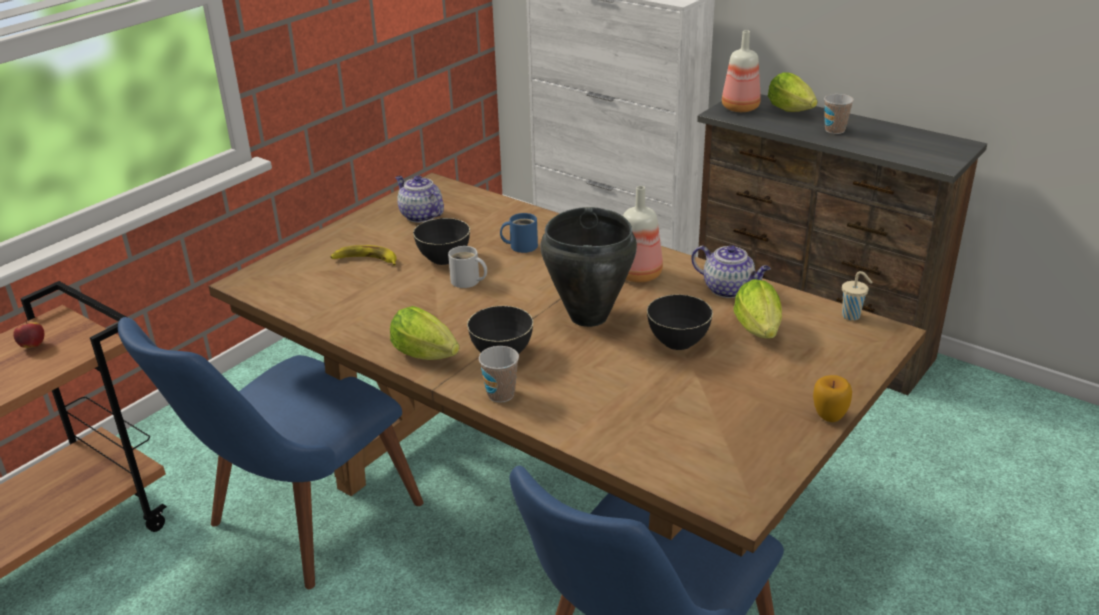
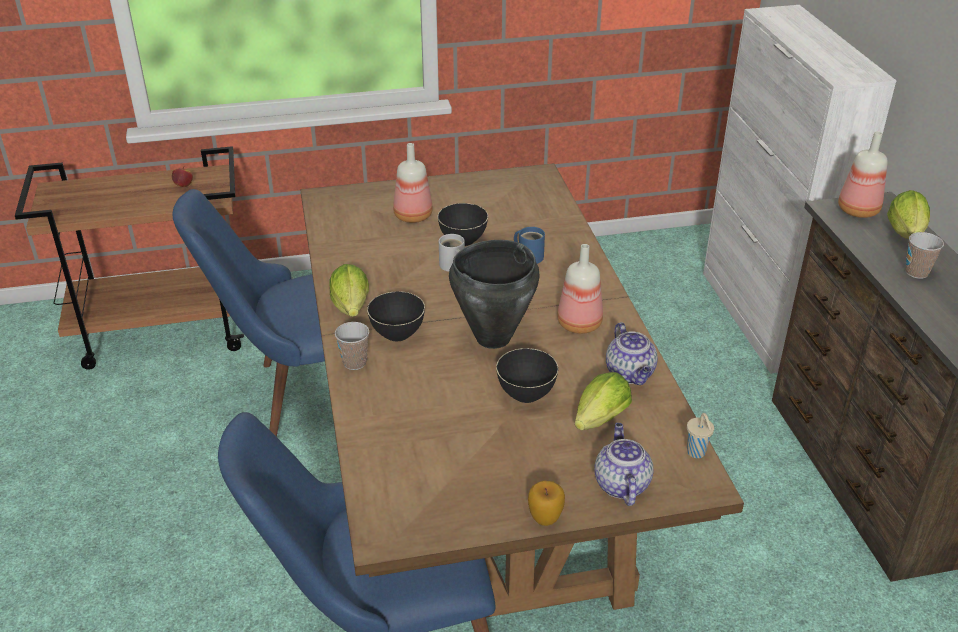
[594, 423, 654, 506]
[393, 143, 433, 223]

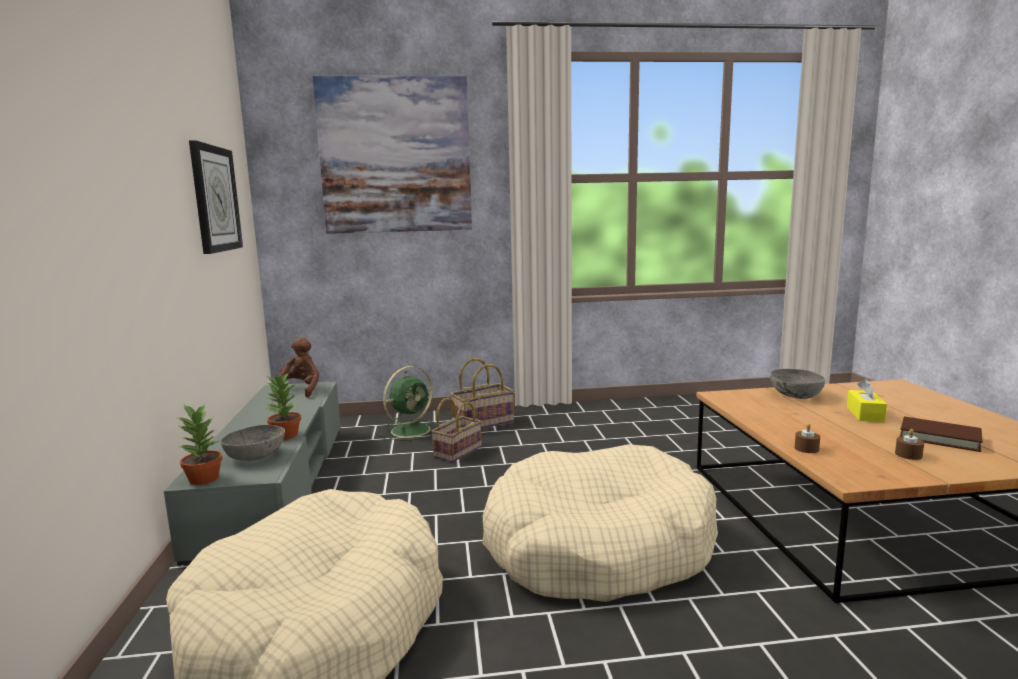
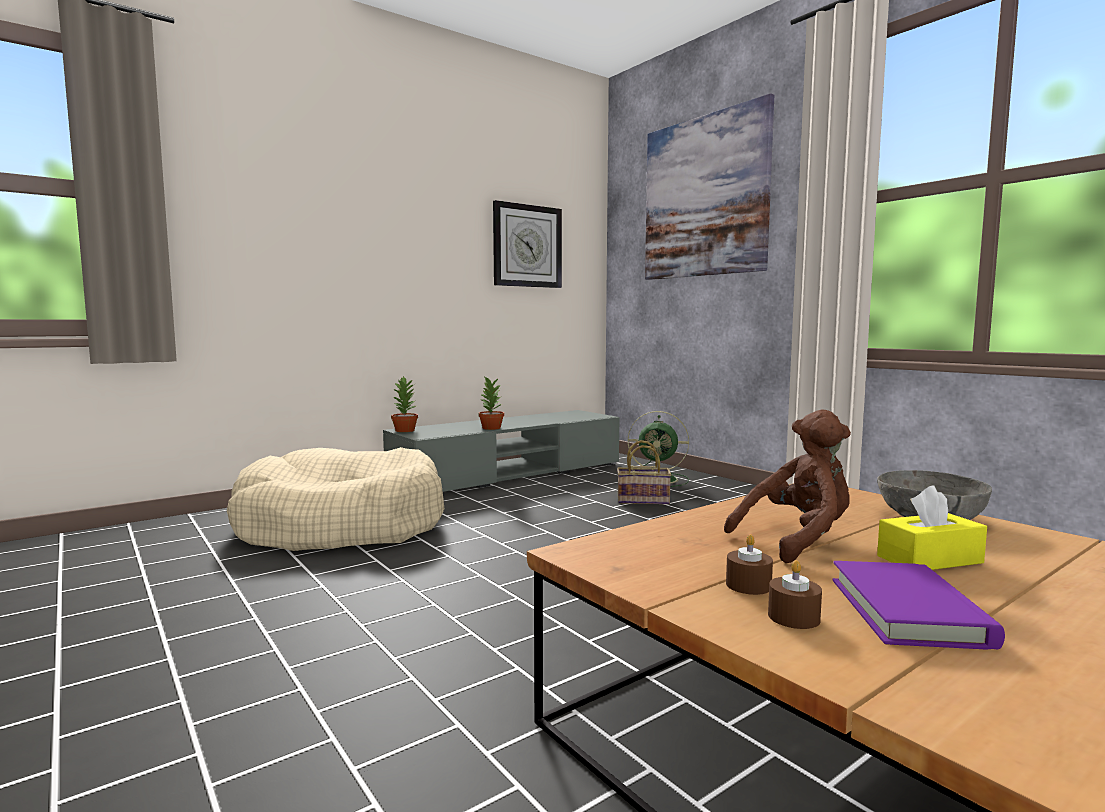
[221, 425, 285, 461] (first image)
[450, 358, 514, 429] (first image)
[482, 444, 718, 602] (first image)
[724, 410, 851, 563]
[768, 560, 822, 629]
[833, 561, 1005, 649]

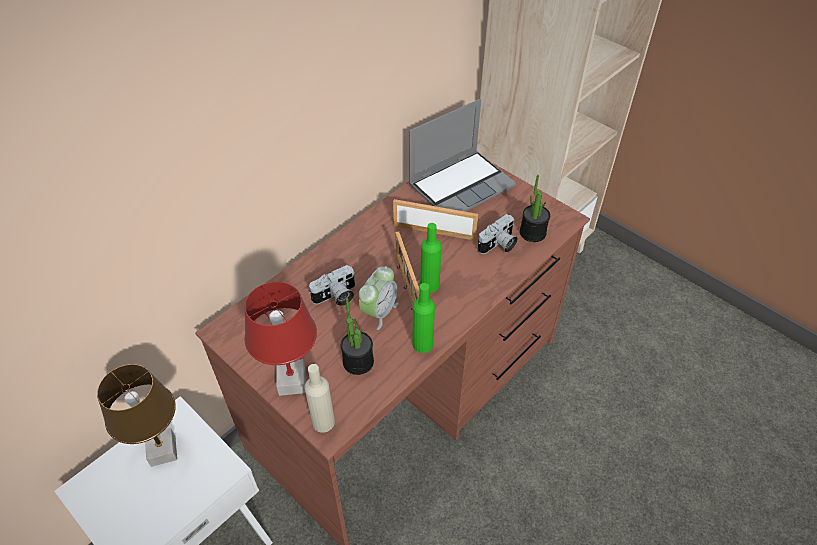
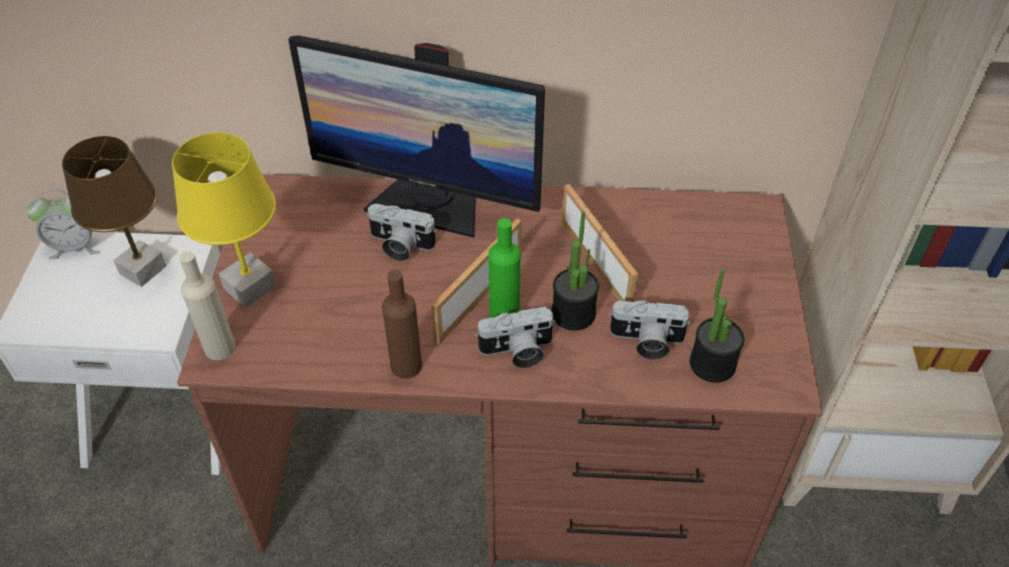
[409, 99, 516, 212] (first image)
[288, 35, 545, 238]
[475, 306, 555, 368]
[552, 211, 599, 331]
[26, 190, 100, 259]
[172, 132, 277, 308]
[382, 270, 422, 379]

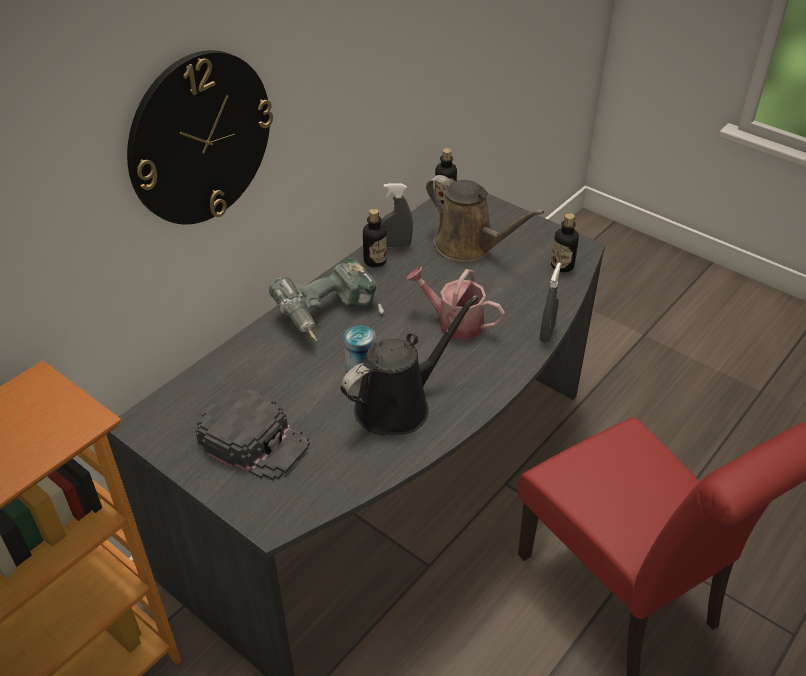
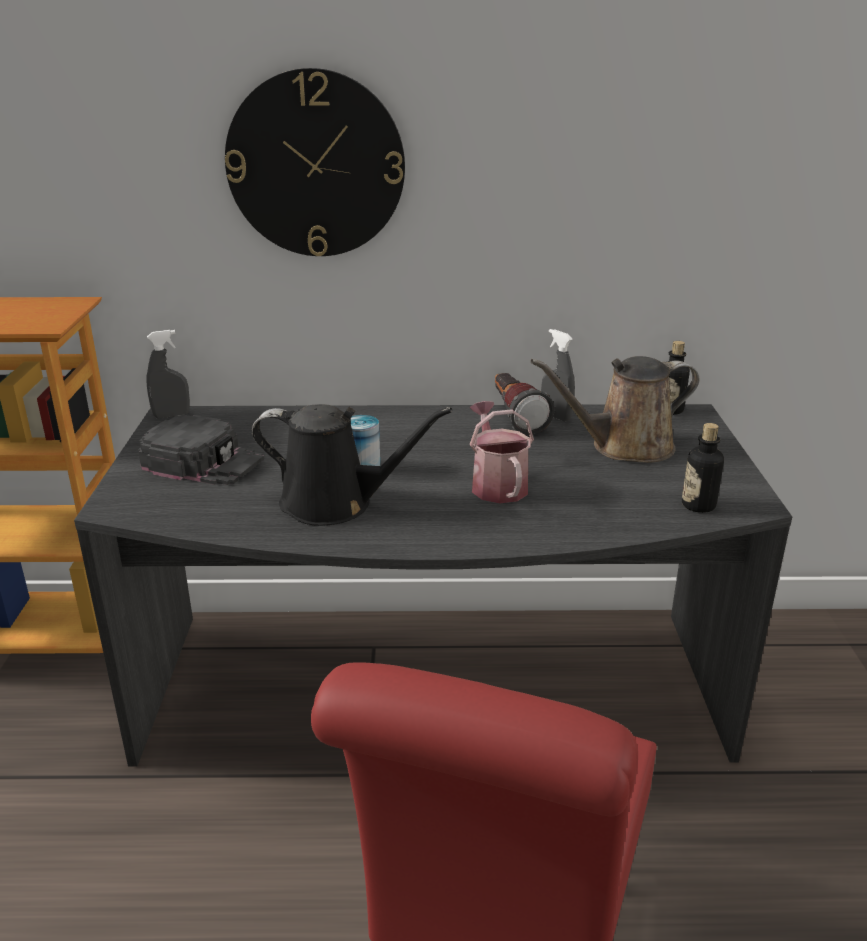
[269, 258, 384, 341] (first image)
[147, 330, 190, 418]
[495, 373, 555, 435]
[138, 415, 264, 485]
[530, 356, 699, 463]

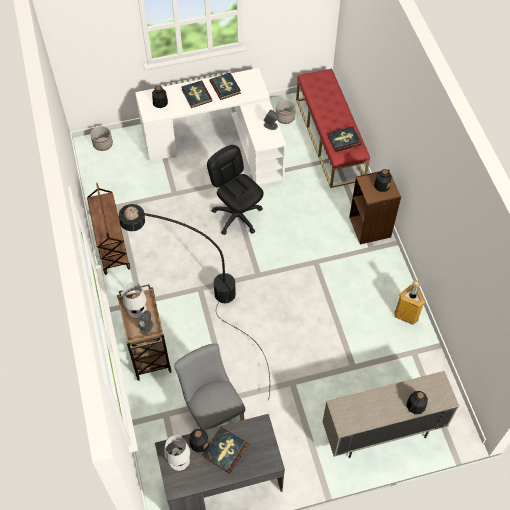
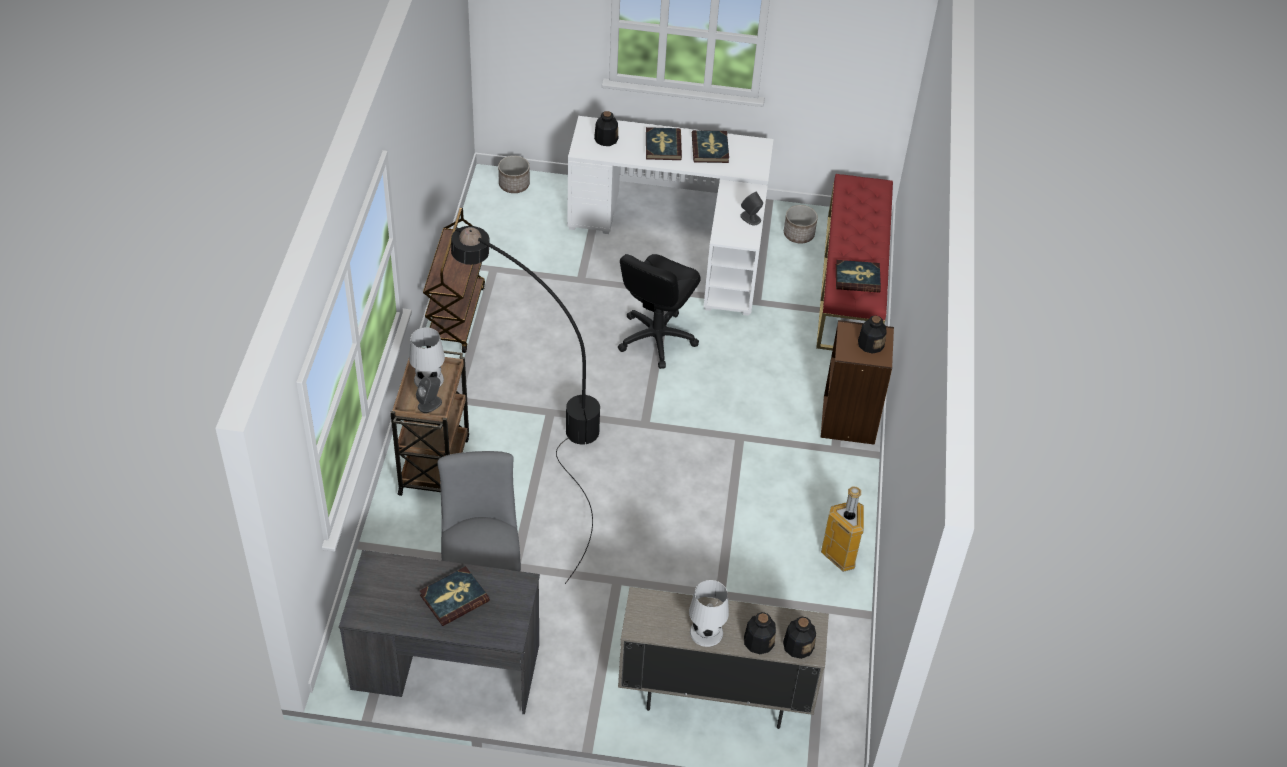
[689, 580, 729, 647]
[783, 616, 816, 659]
[618, 254, 701, 369]

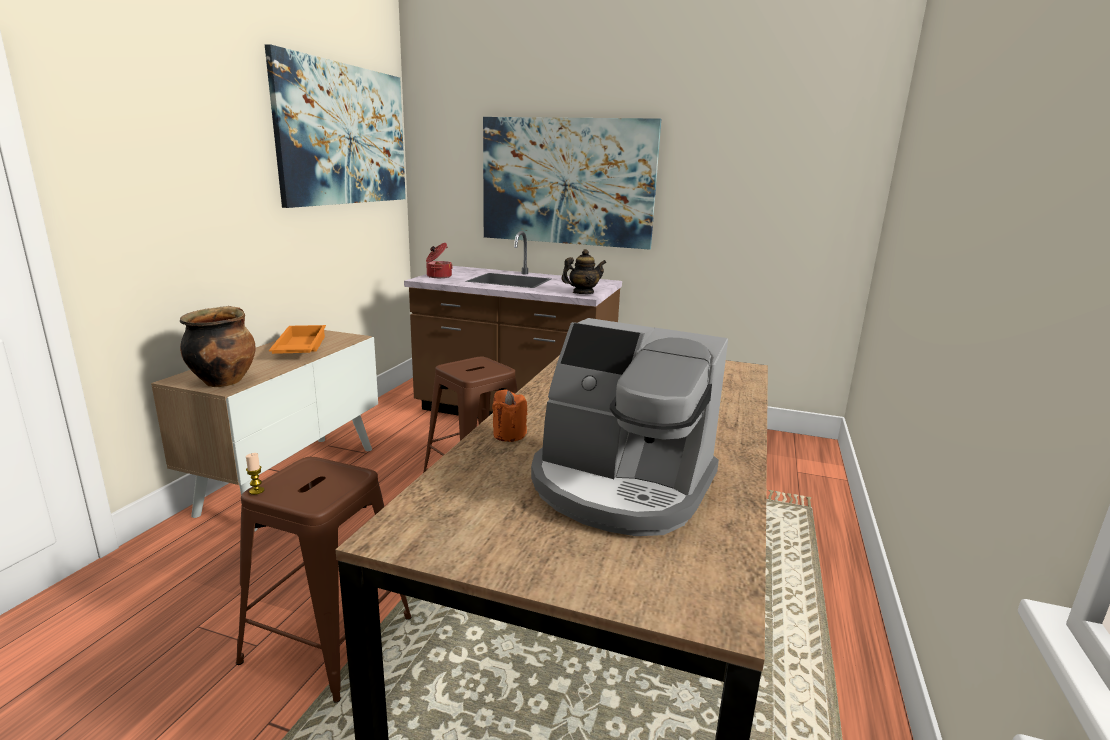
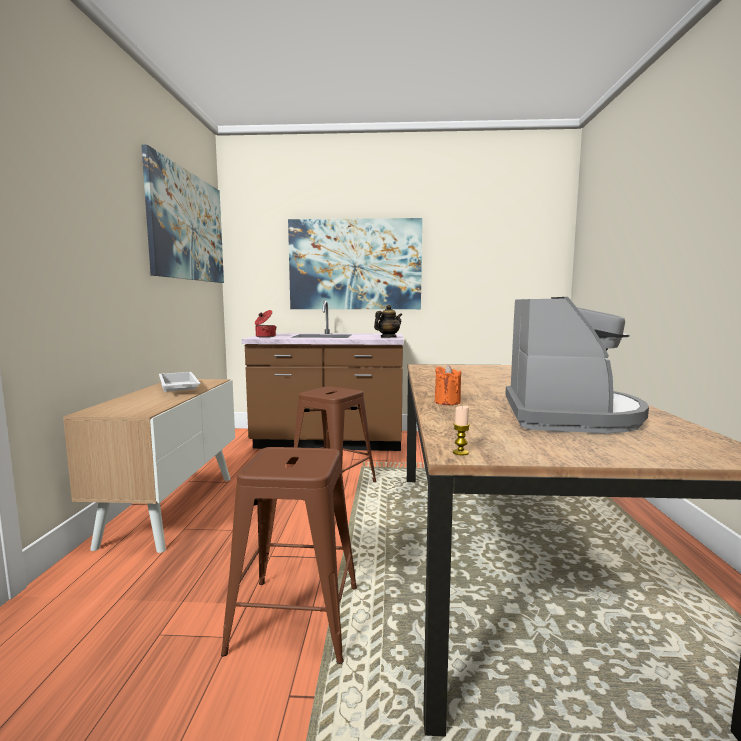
[180, 306, 255, 387] (first image)
[453, 406, 470, 455]
[159, 372, 201, 392]
[505, 297, 649, 433]

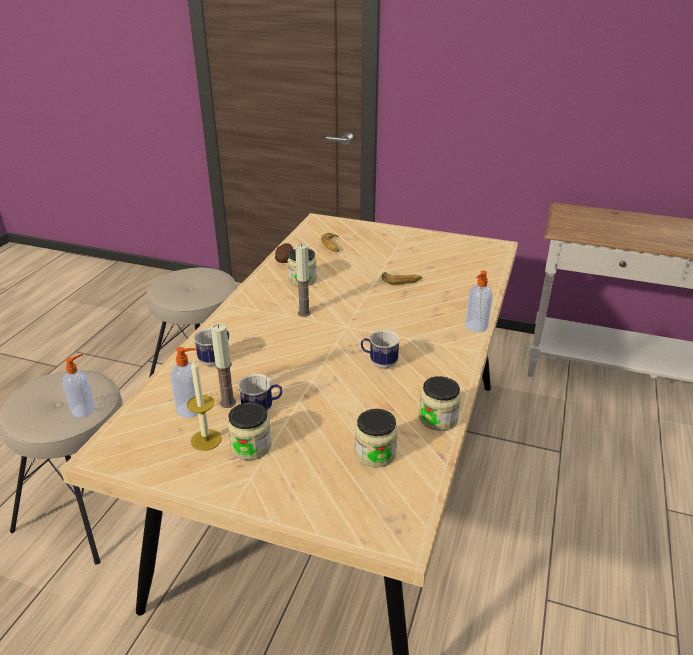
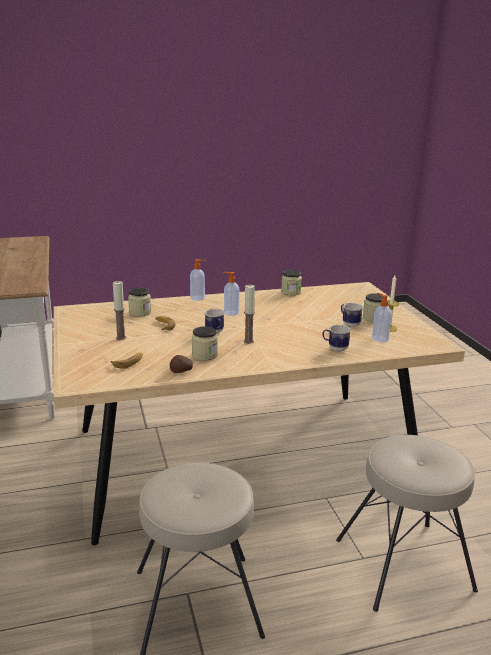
[223, 272, 240, 316]
[113, 281, 126, 340]
[128, 288, 151, 316]
[204, 309, 225, 334]

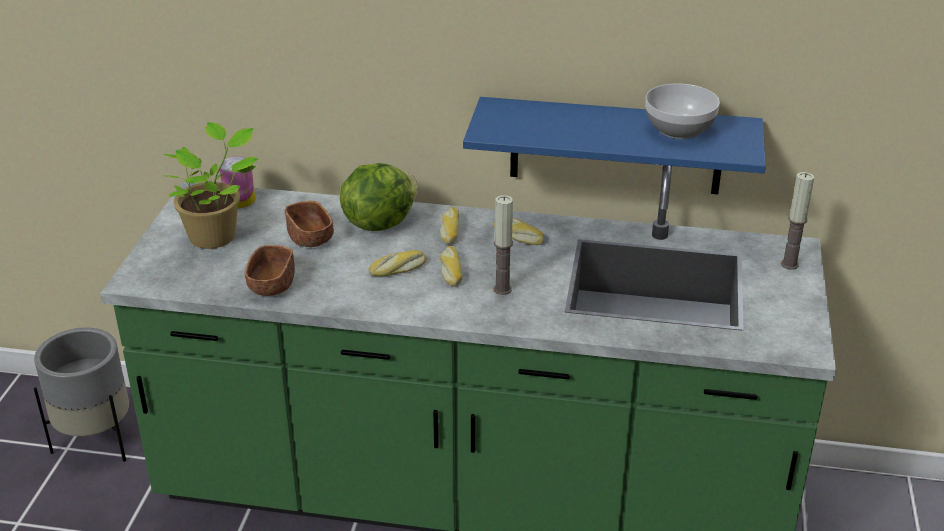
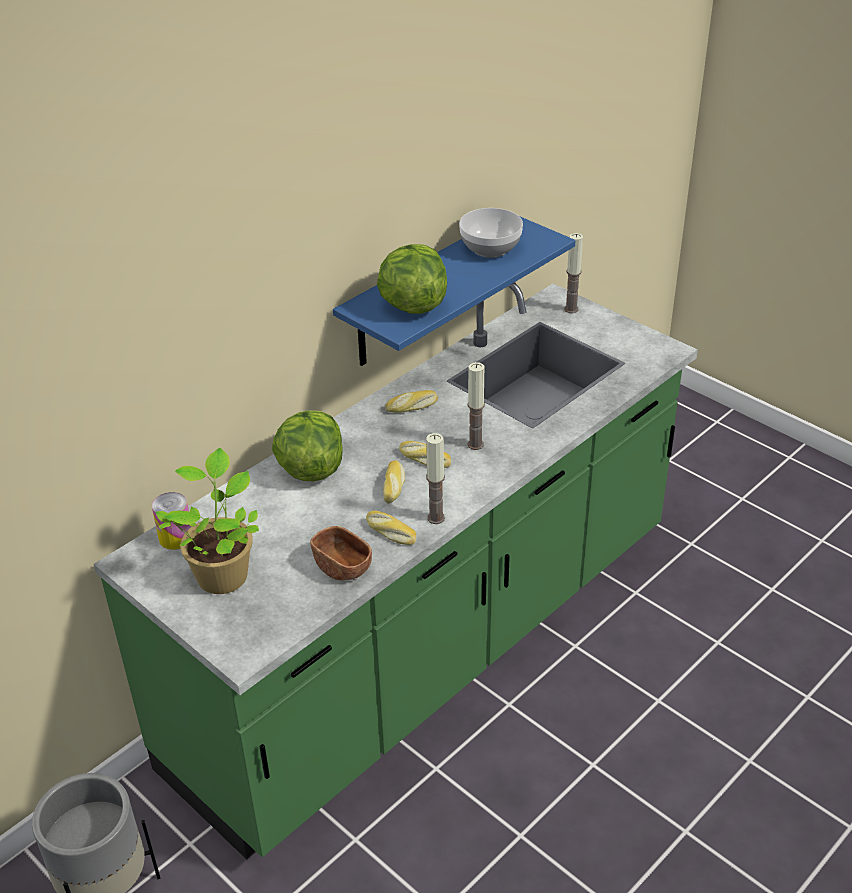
[285, 201, 334, 247] (first image)
[377, 244, 447, 314]
[426, 433, 445, 524]
[366, 511, 416, 545]

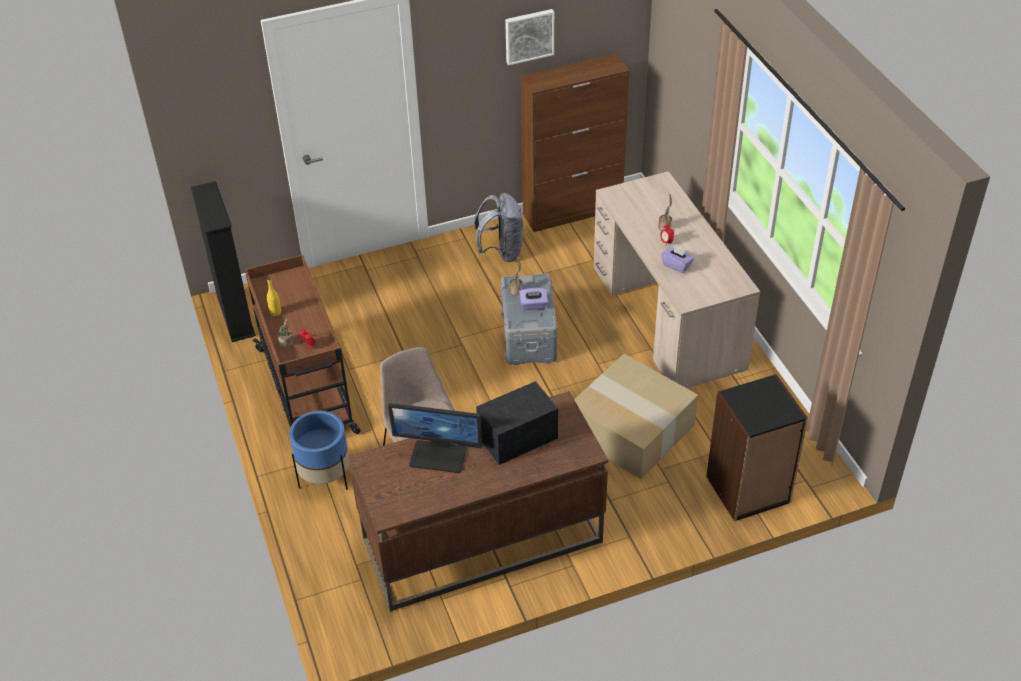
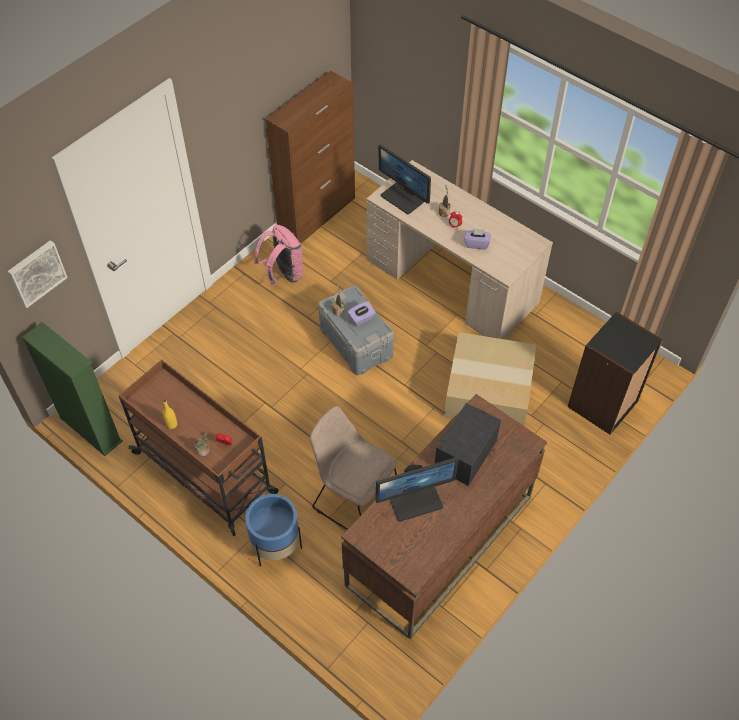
[378, 144, 431, 214]
[8, 240, 68, 308]
[22, 322, 123, 456]
[254, 225, 303, 285]

